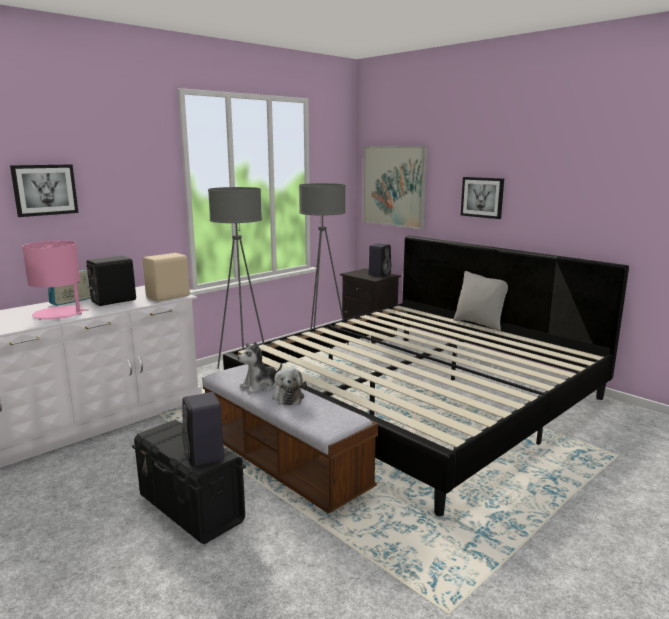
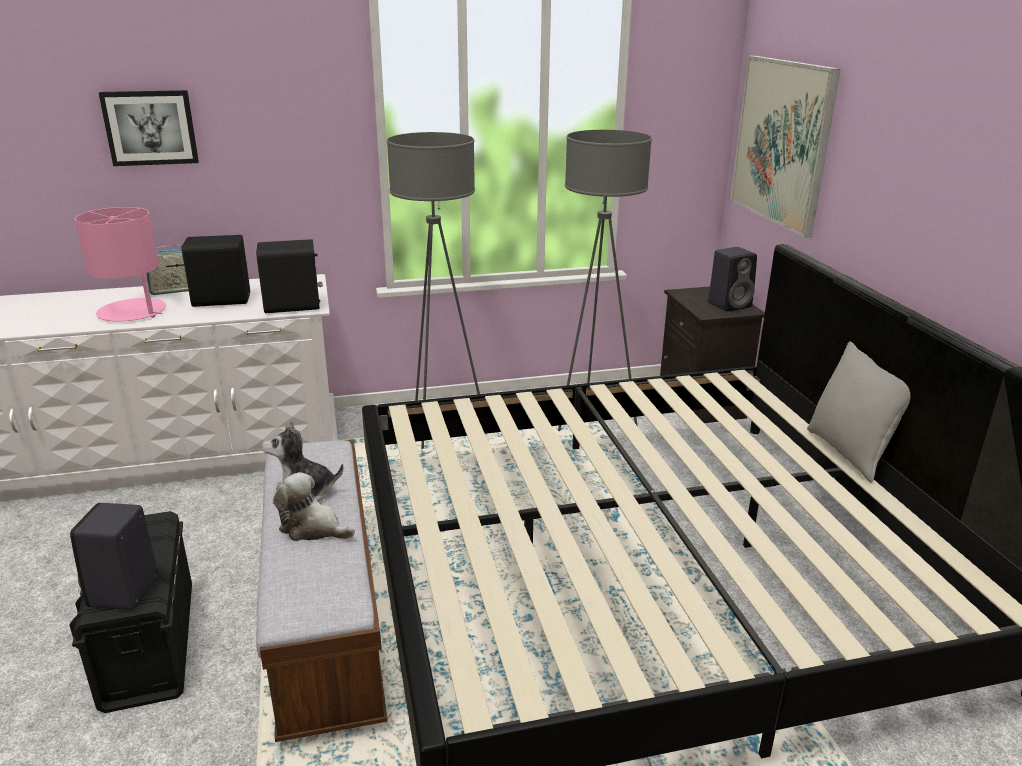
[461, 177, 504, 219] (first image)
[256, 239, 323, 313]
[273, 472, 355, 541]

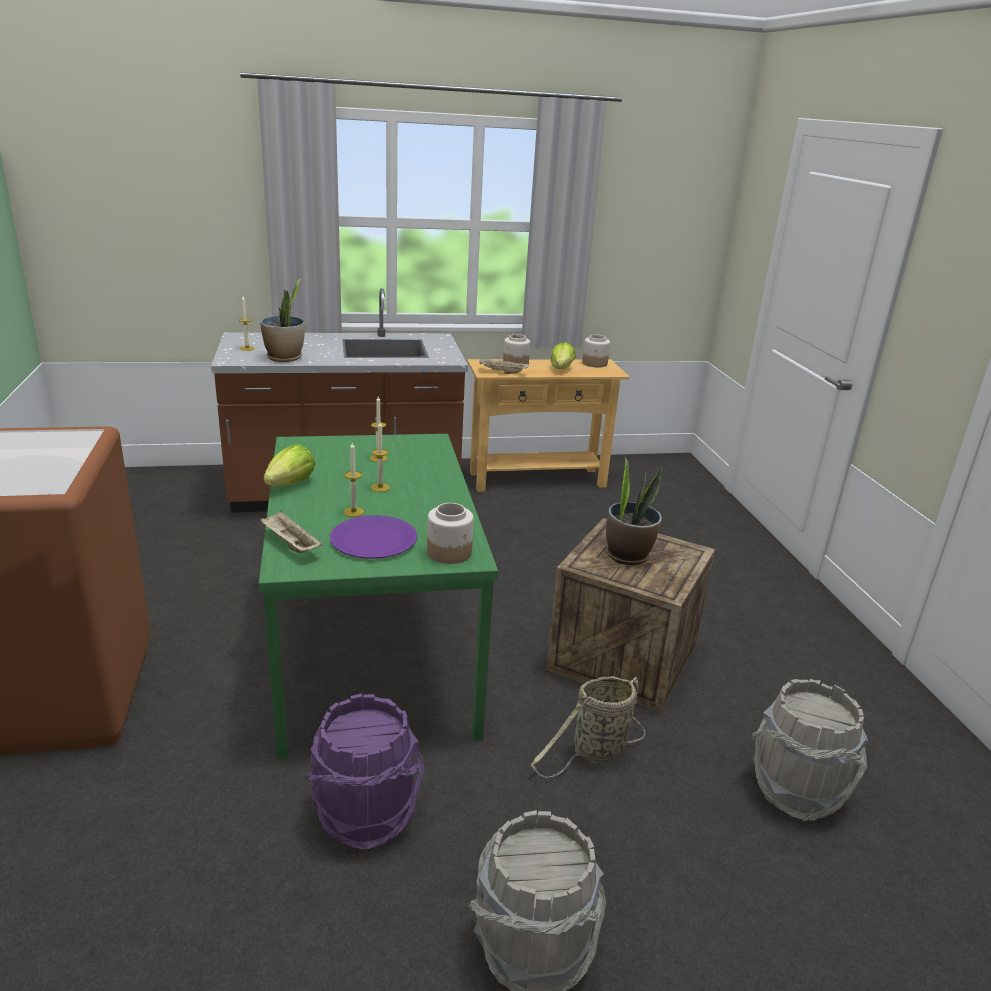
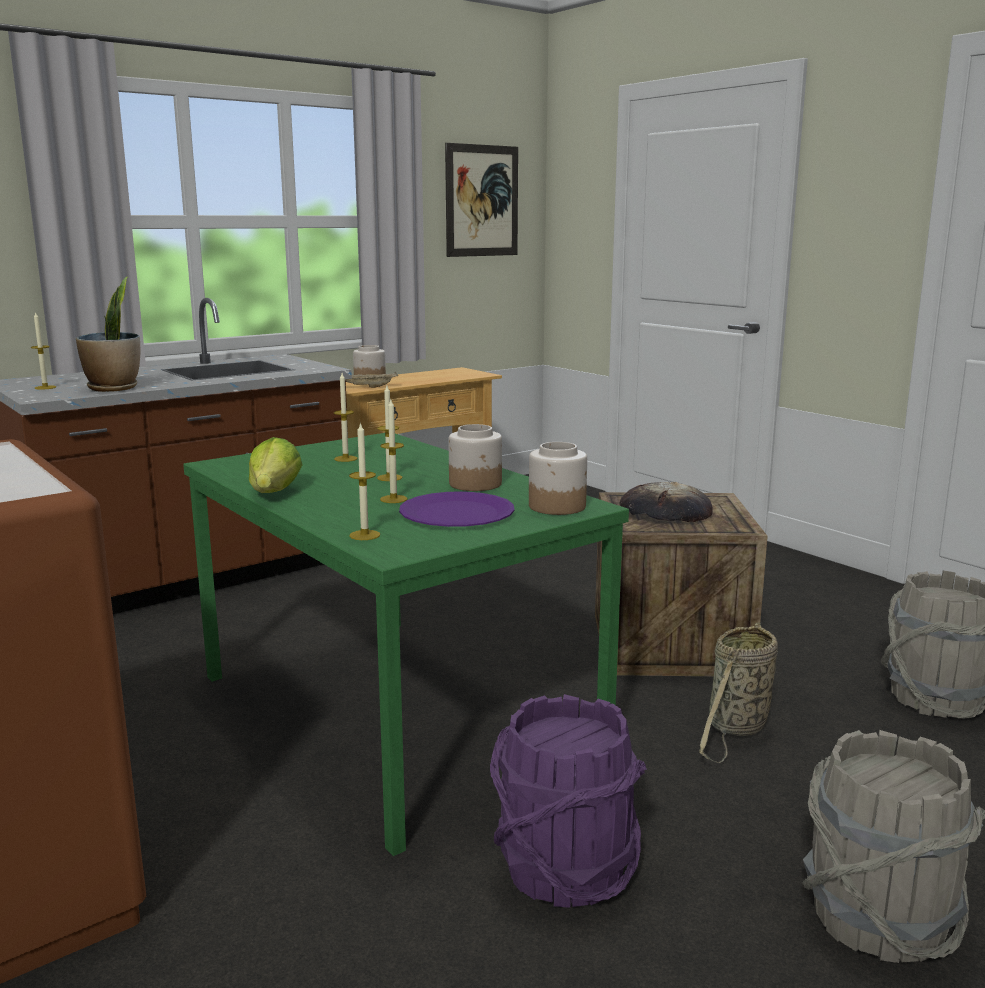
[551, 342, 576, 369] (first image)
[445, 143, 518, 257]
[449, 424, 502, 491]
[349, 422, 380, 540]
[620, 482, 713, 522]

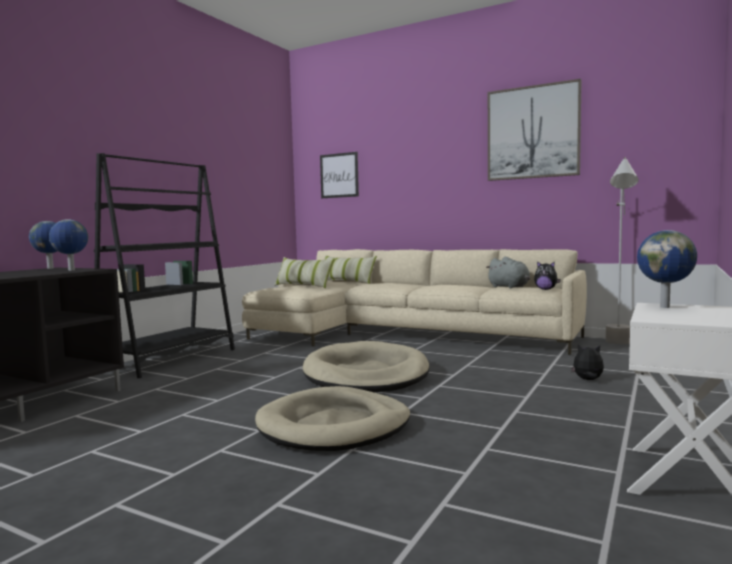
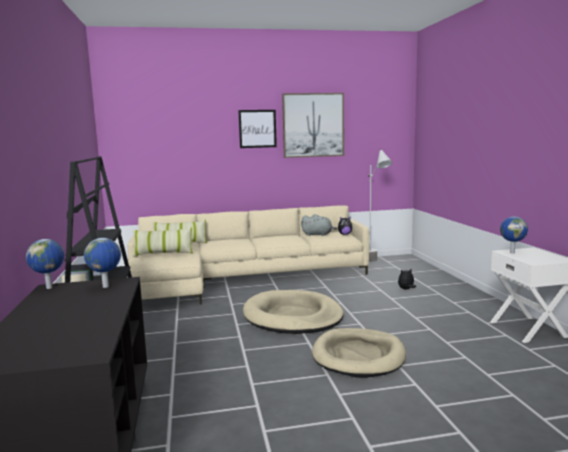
[238, 110, 277, 148]

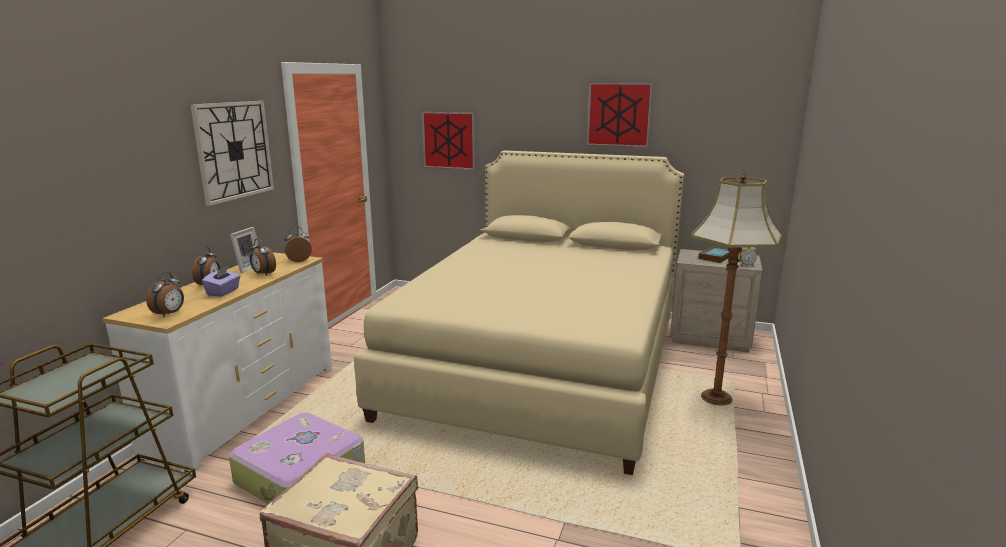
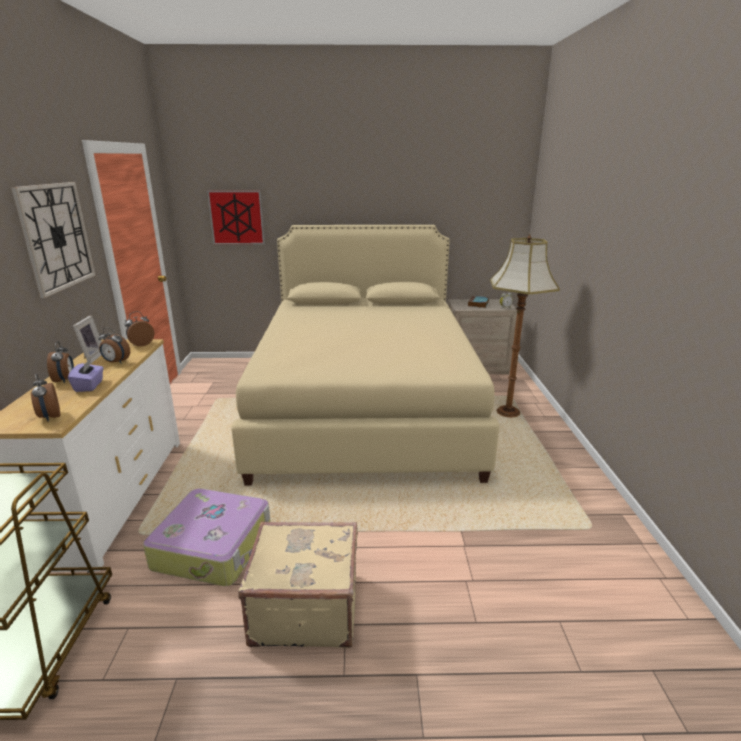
[587, 83, 653, 147] (first image)
[31, 373, 60, 422]

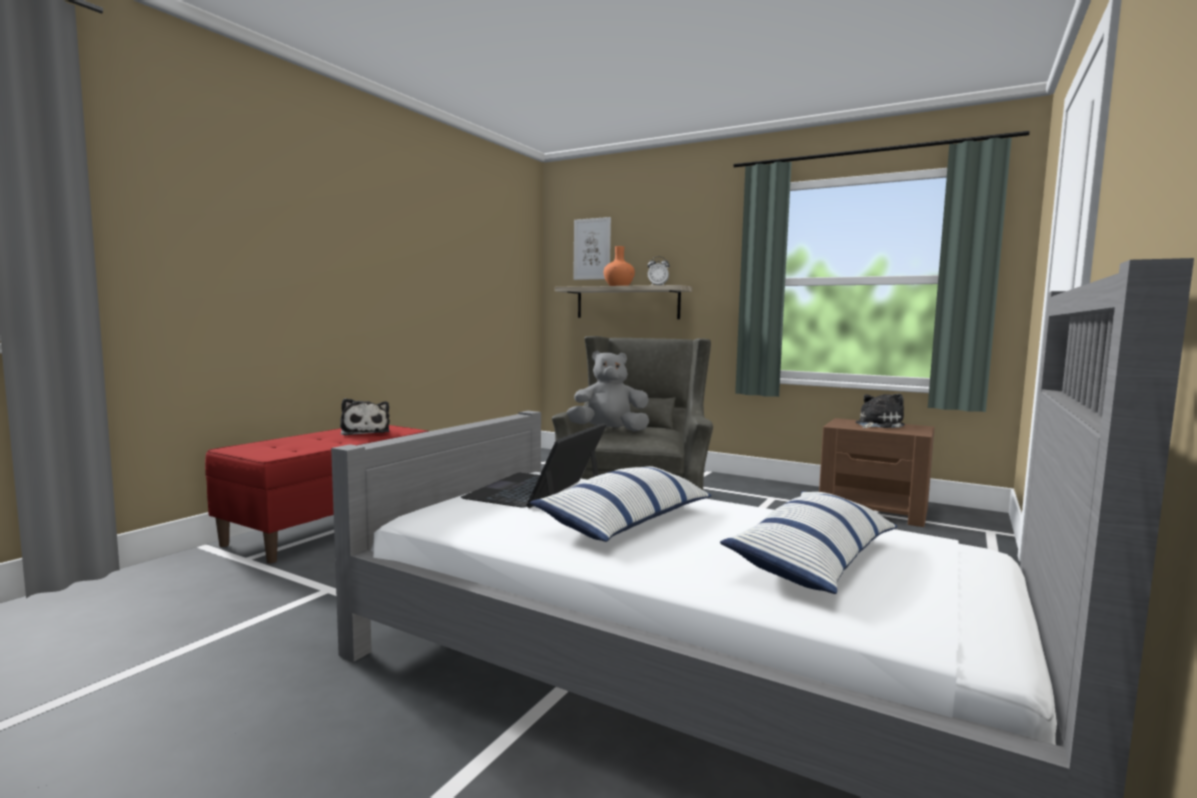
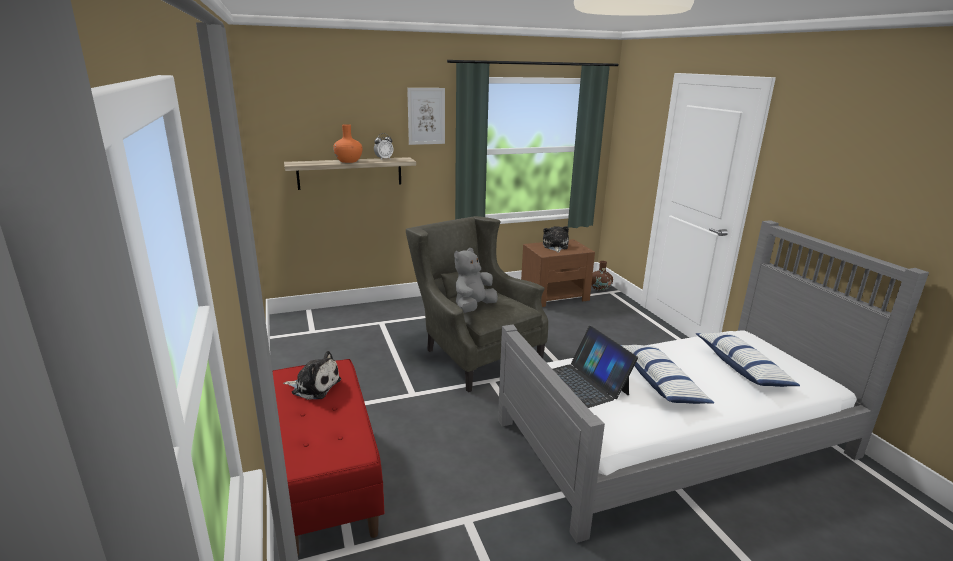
[592, 261, 613, 291]
[407, 88, 445, 145]

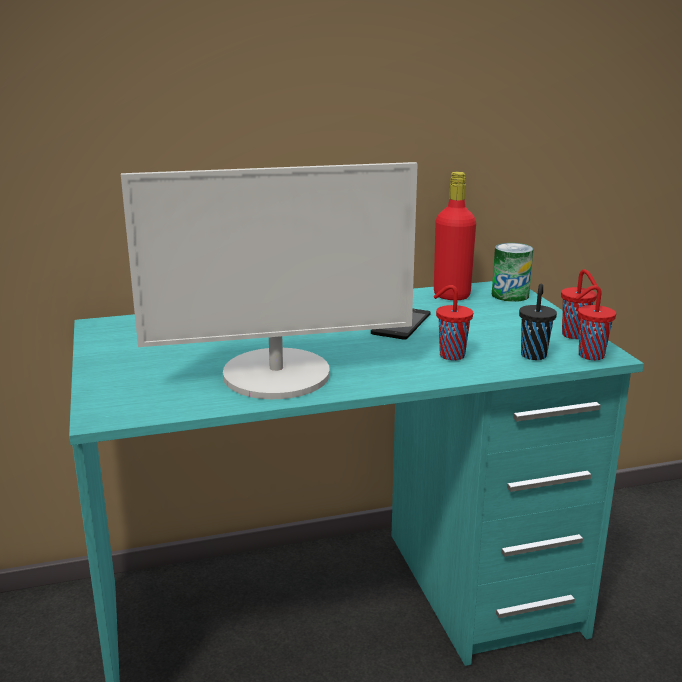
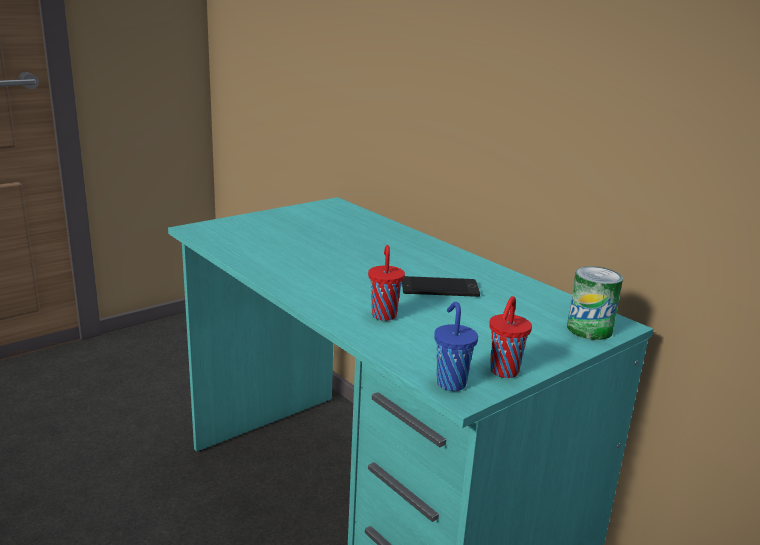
[121, 162, 418, 399] (first image)
[434, 172, 476, 300] (first image)
[519, 284, 557, 360] (first image)
[434, 302, 478, 391]

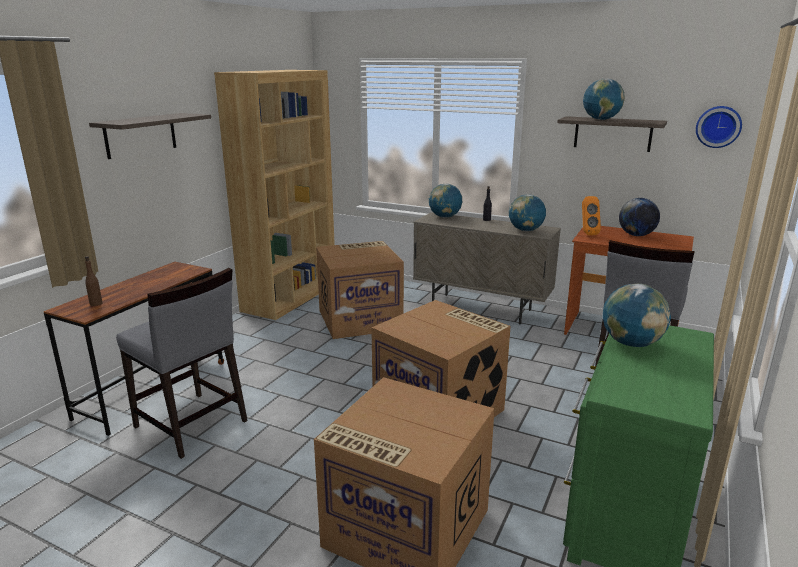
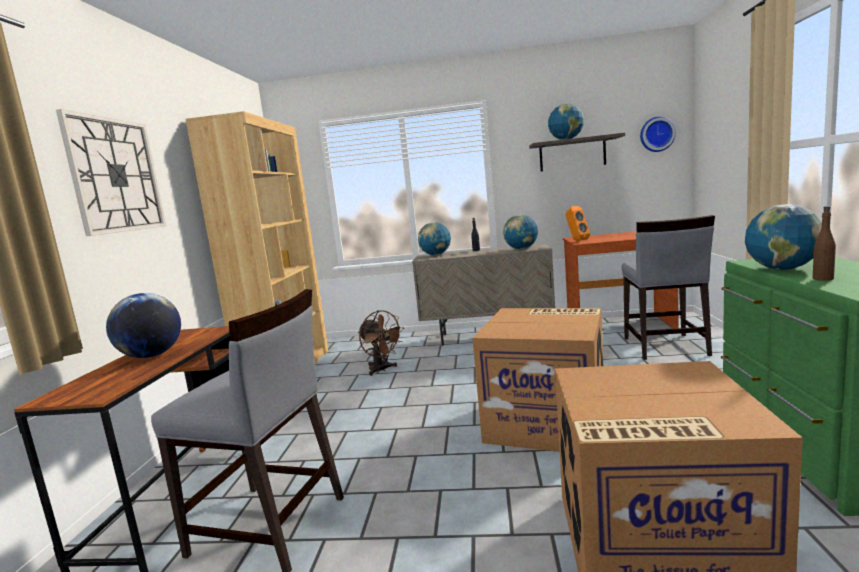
[813, 206, 836, 281]
[106, 293, 181, 358]
[56, 109, 166, 236]
[358, 310, 404, 376]

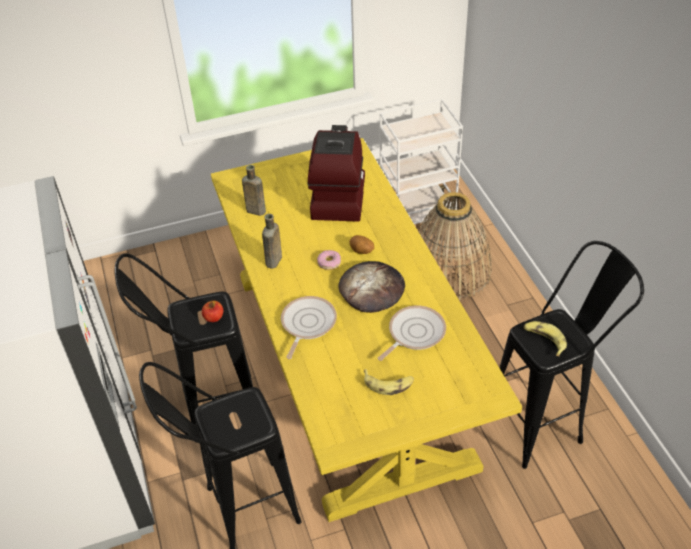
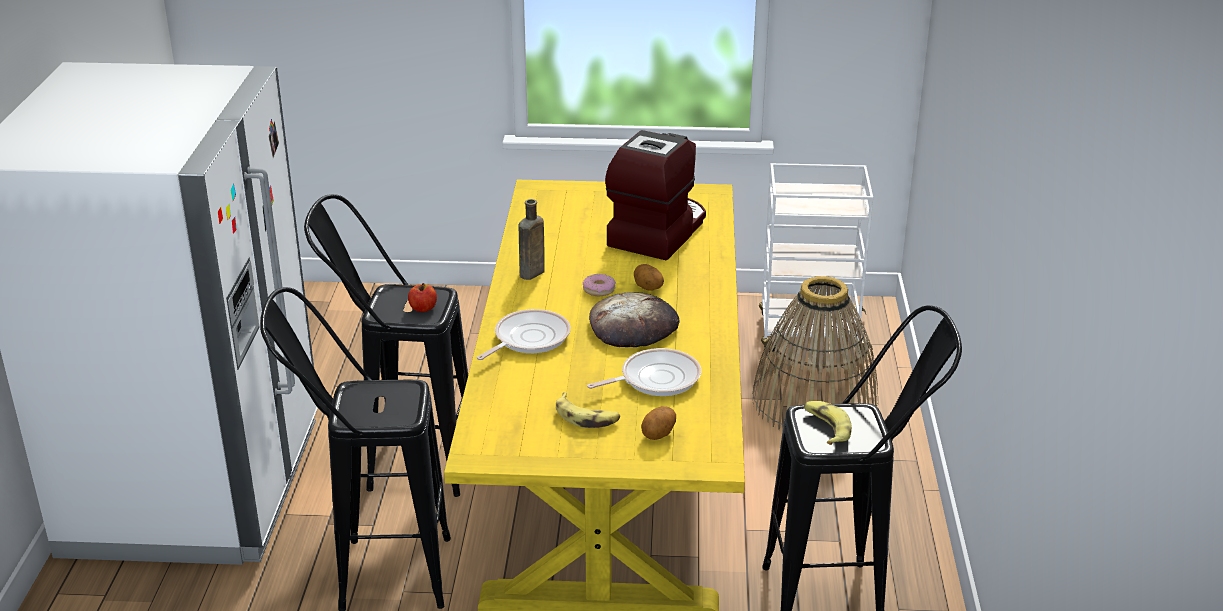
[242, 165, 266, 216] (first image)
[641, 406, 676, 440]

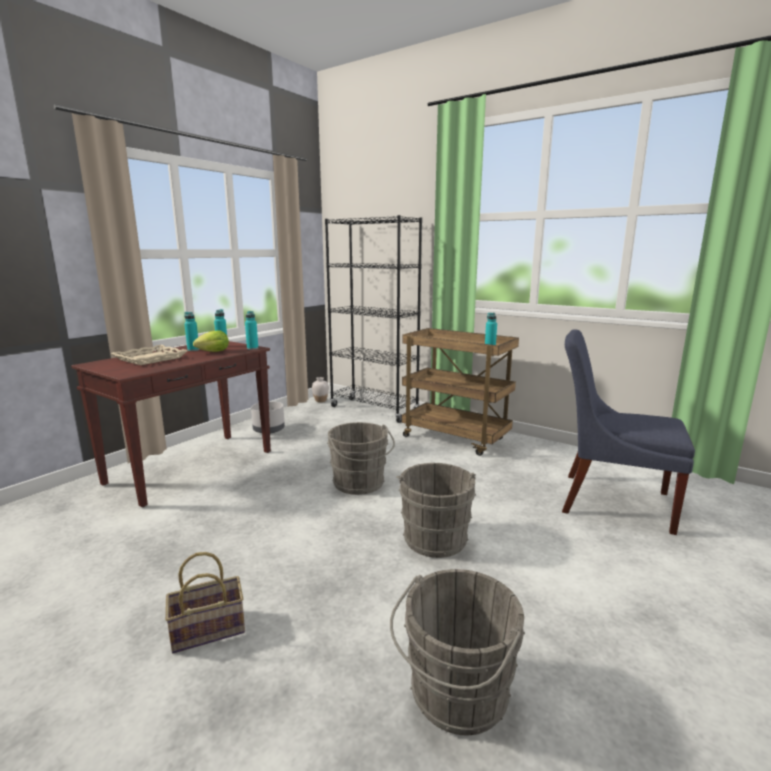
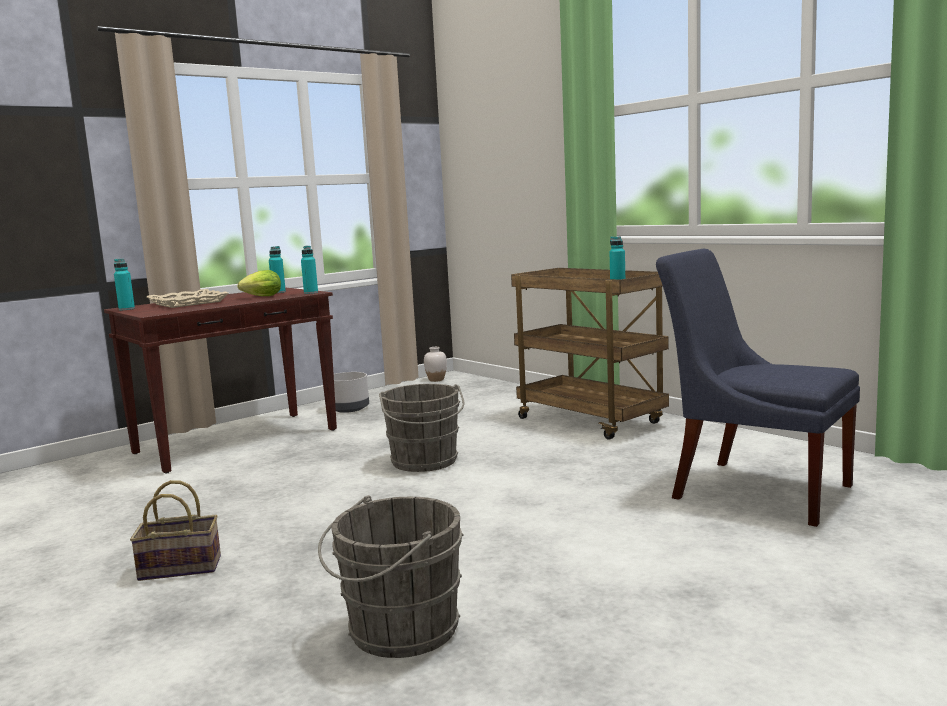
[325, 215, 422, 423] (first image)
[396, 463, 476, 558] (first image)
[114, 259, 135, 310]

